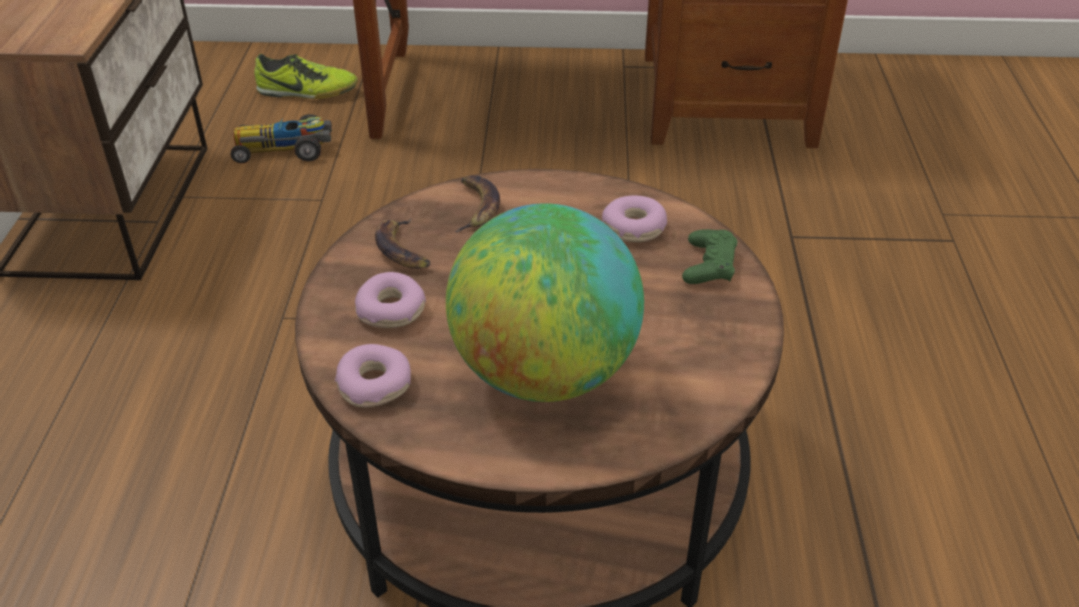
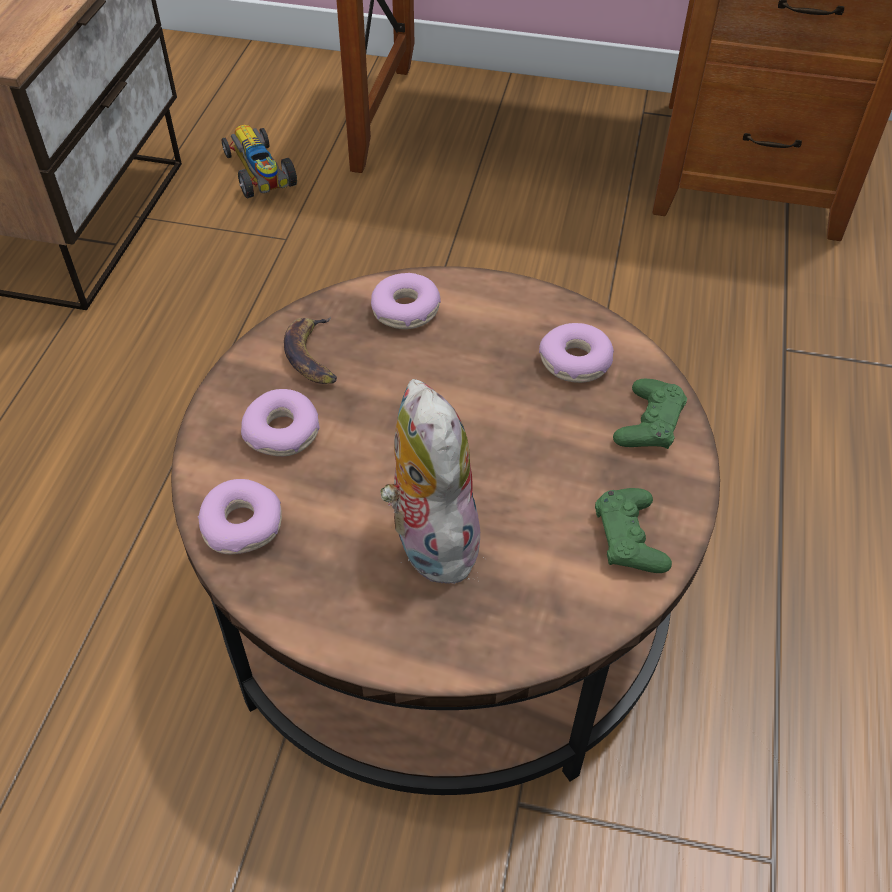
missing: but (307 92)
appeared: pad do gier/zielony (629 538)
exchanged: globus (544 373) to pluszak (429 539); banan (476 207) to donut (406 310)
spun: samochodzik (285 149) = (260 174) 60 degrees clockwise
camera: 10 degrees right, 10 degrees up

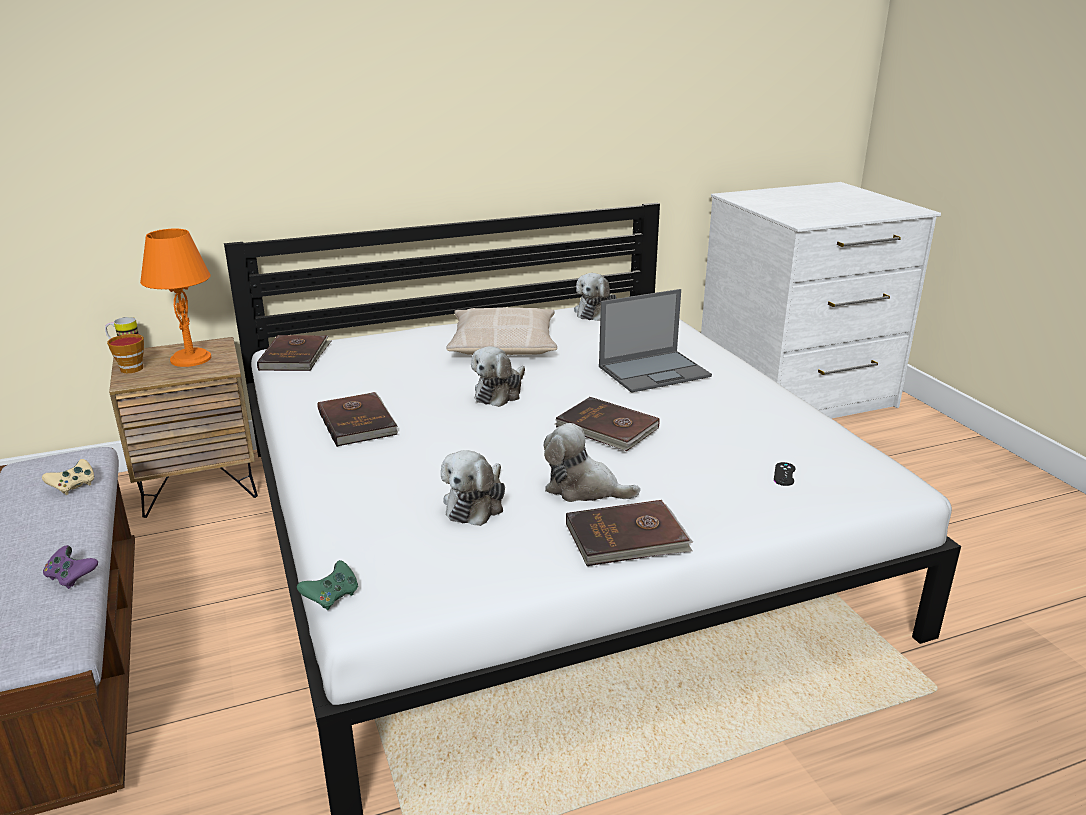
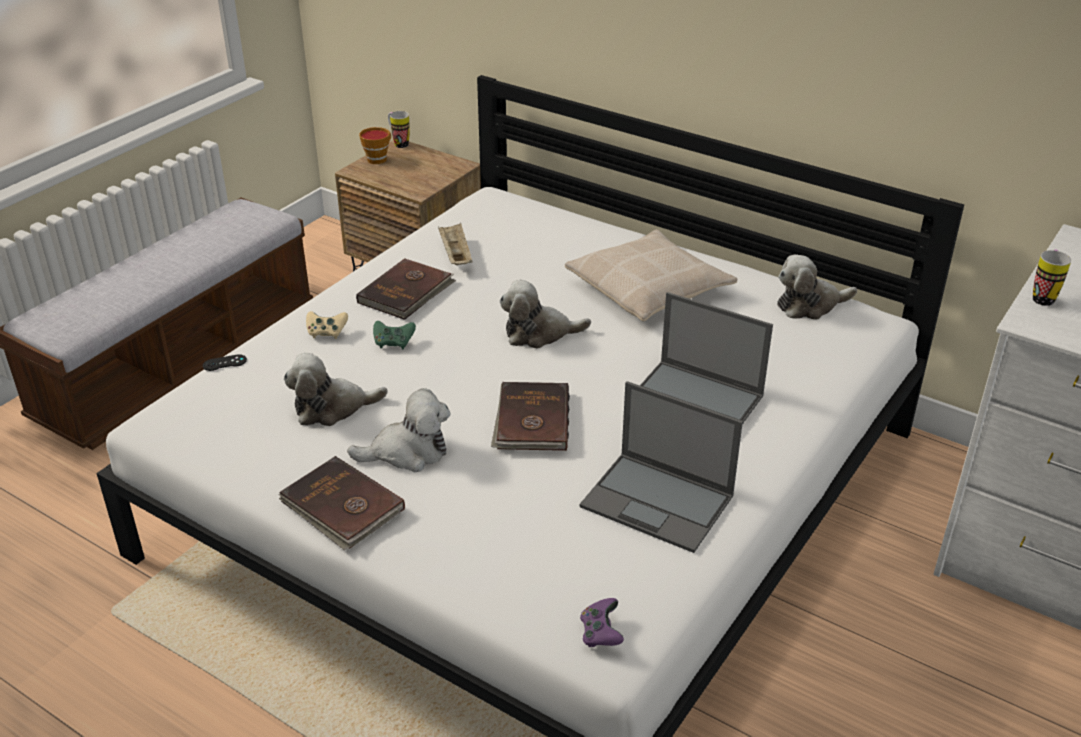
missing: lampa stołowa/pomarańczowy (190 359); książka/brązowy (295 356)
appeared: taca/beżowy (455 255); laptop (659 502); kubek (1043 296)
relocated: pad do gier/beżowy (73 486) to (326 333); pad do gier/fioletowy (71 577) to (600 634); pad do gier/zielony (331 597) to (393 343); pad do gier/czarny (784 474) to (224 363)
spun: pluszak (584 488) = (407 452) 90 degrees clockwise
camera: 55 degrees right, 10 degrees up

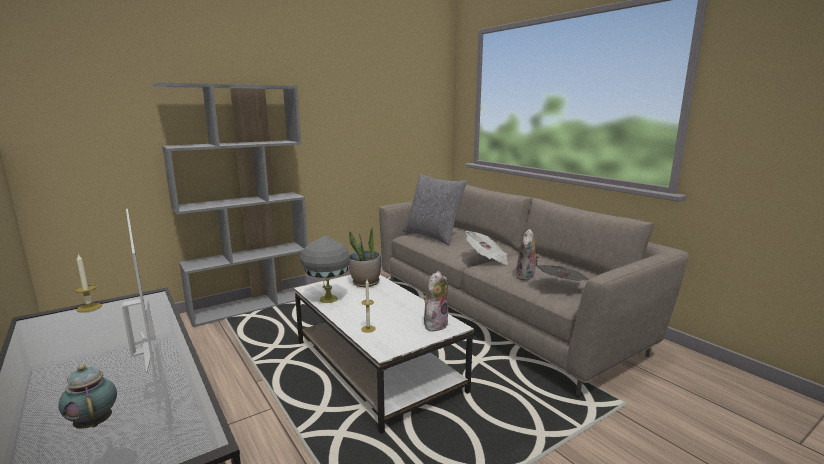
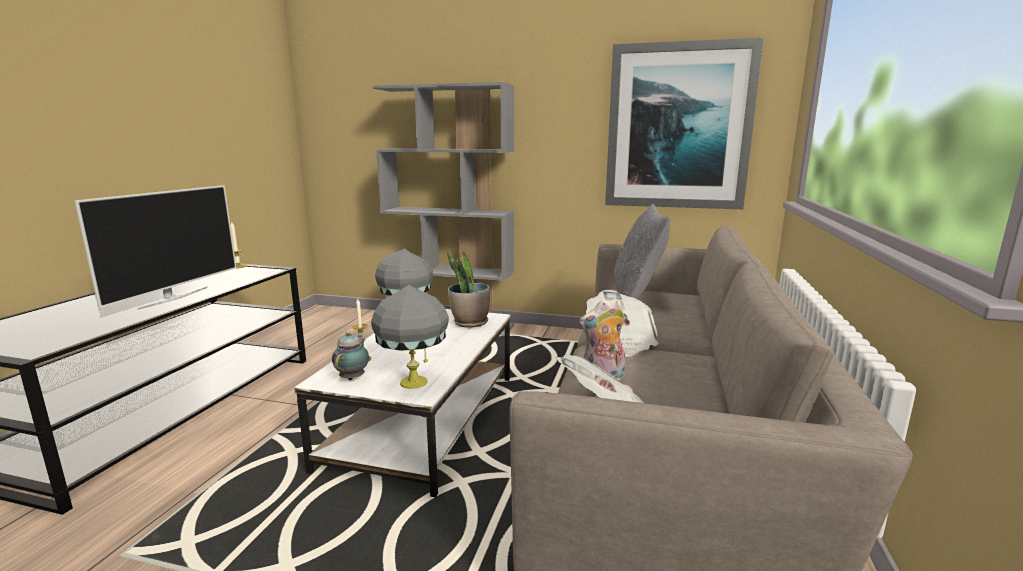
appeared: obraz (678 127)
relocated: imbryk (94 422) to (353 377)
exchanged: pluszak (435 324) to lampa stołowa/szary (413 383)
camera: 50 degrees right, 0 degrees up

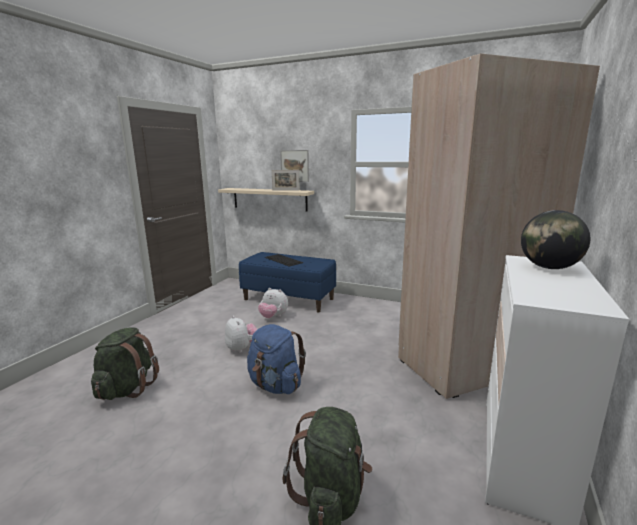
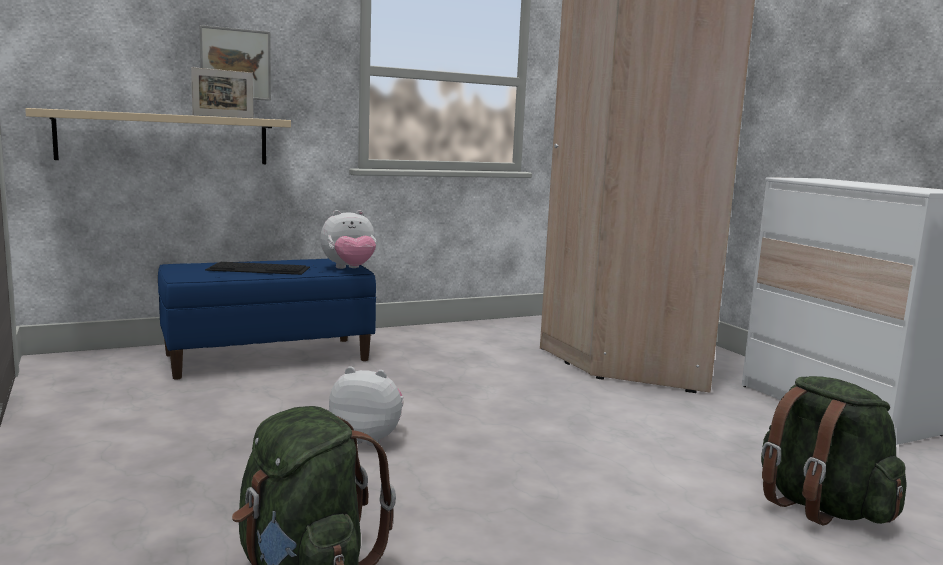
missing: plecak/niebieski (275 385); globus (549 267)
relocated: pluszak (273 317) to (349 269)
camera: 50 degrees left, 5 degrees down

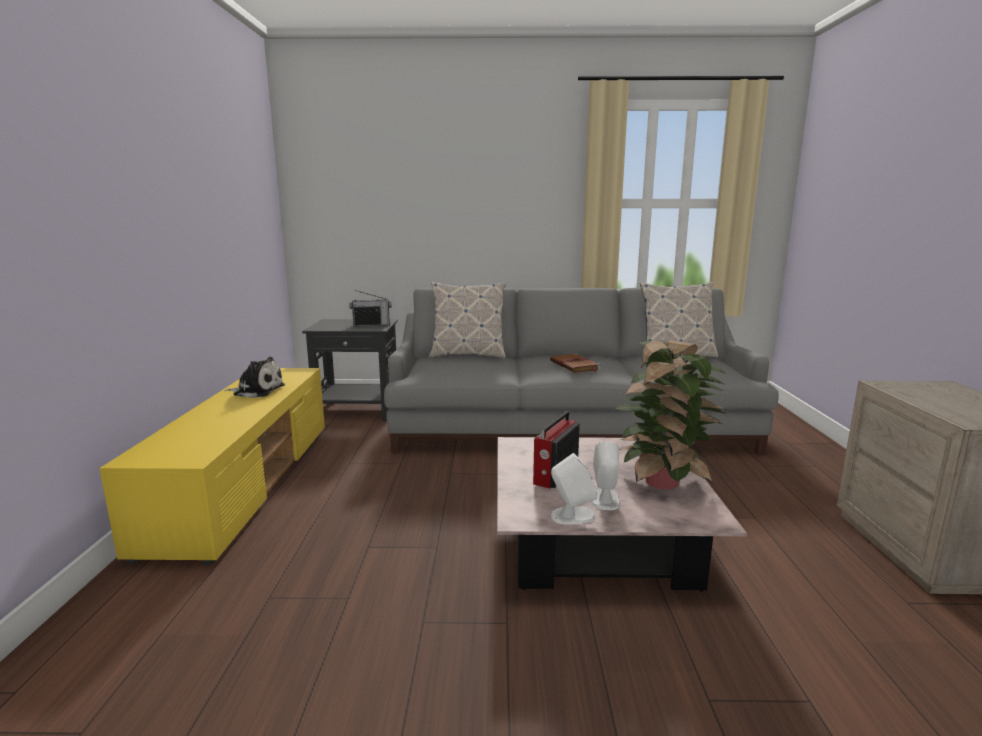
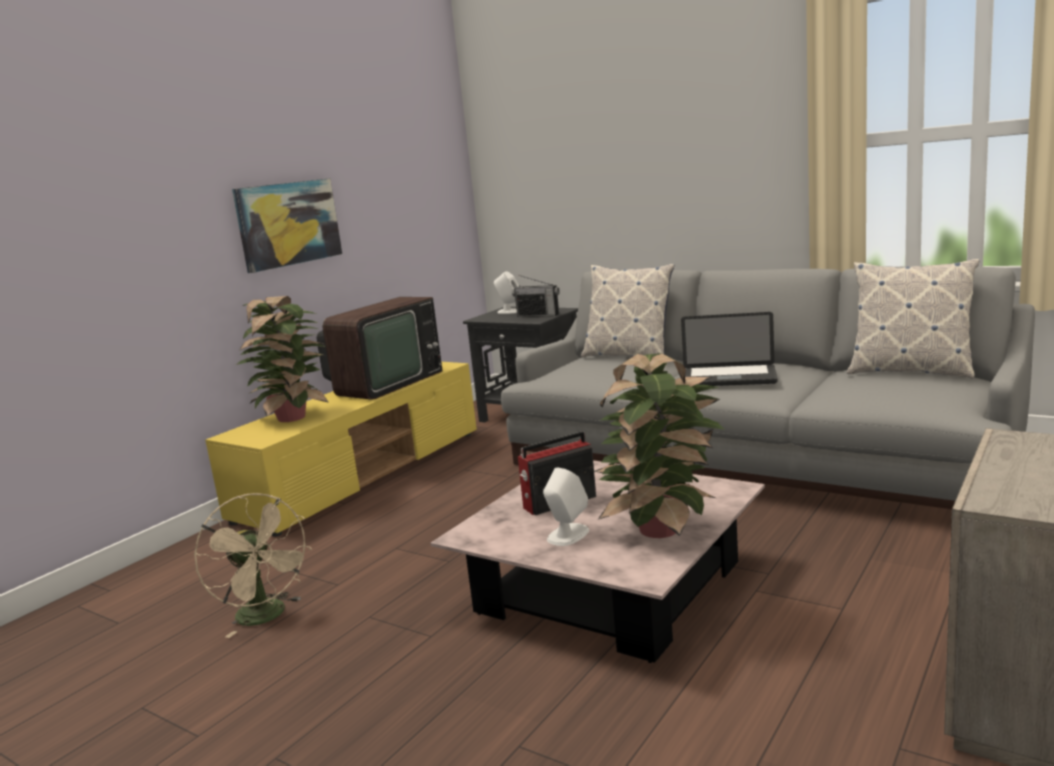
appeared: wentylator/beżowy (267 617); obraz (288 223); roślina doniczkowa (293 417)
relocated: głośnik/biały (572 516) to (509 311)
exchanged: pluszak (257 391) to telewizor (384 384); książka/brązowy (575 365) to laptop (729 378)
camera: 35 degrees right, 0 degrees up

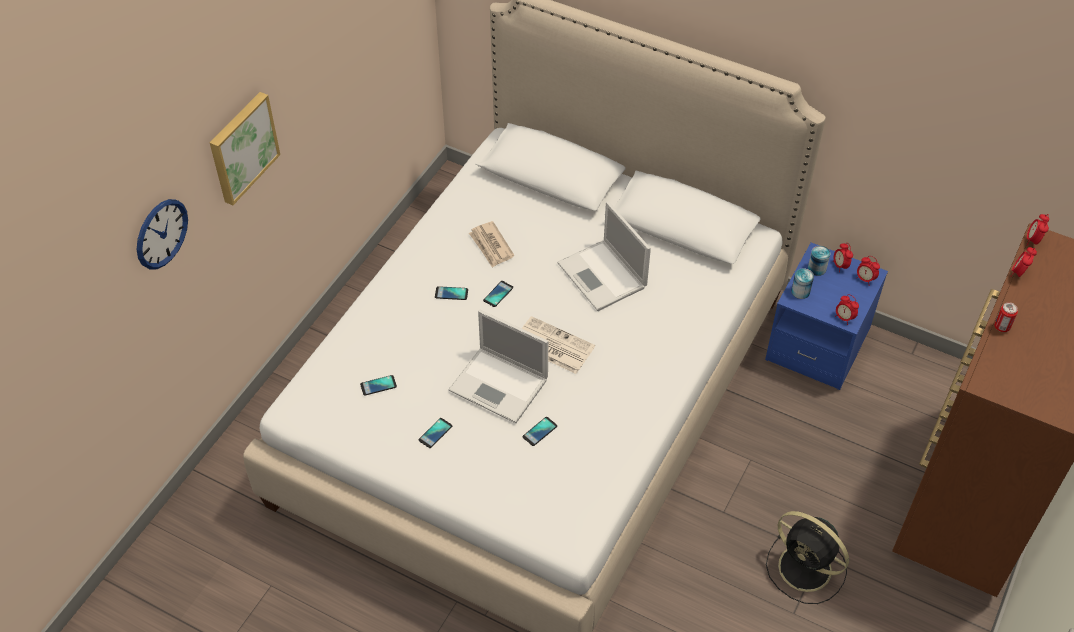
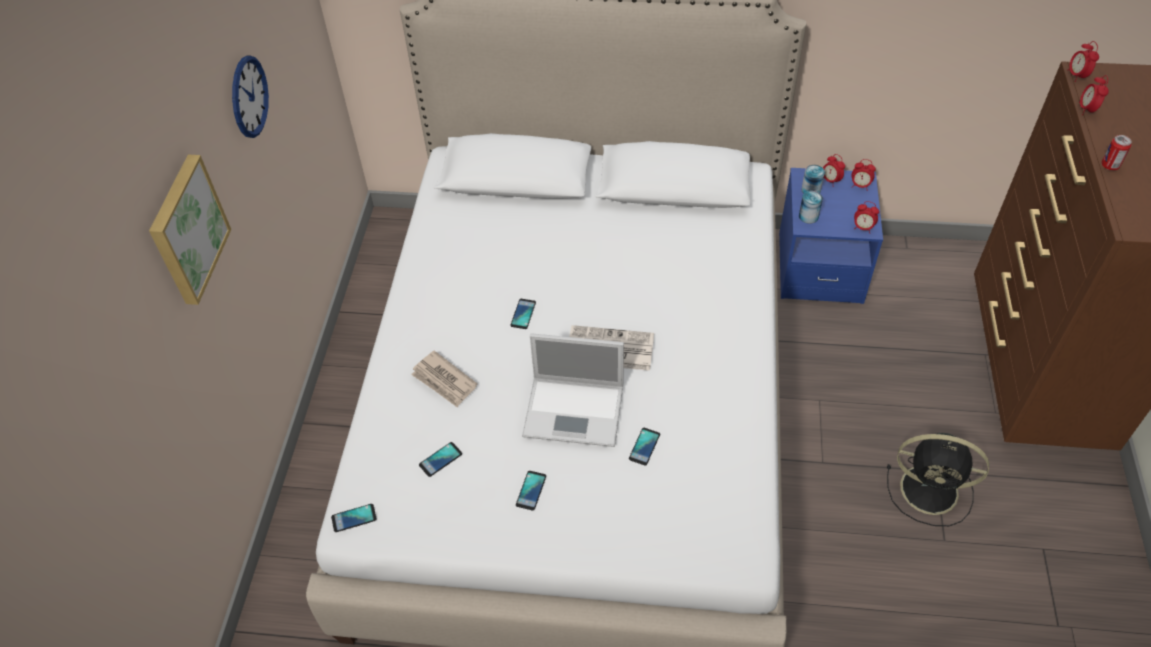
missing: laptop (603 276)
relocated: zegar ścienny (161 234) to (249 97); telefon (451 293) to (354 518); gazeta (491 246) to (444 381)
camera: 20 degrees left, 0 degrees up

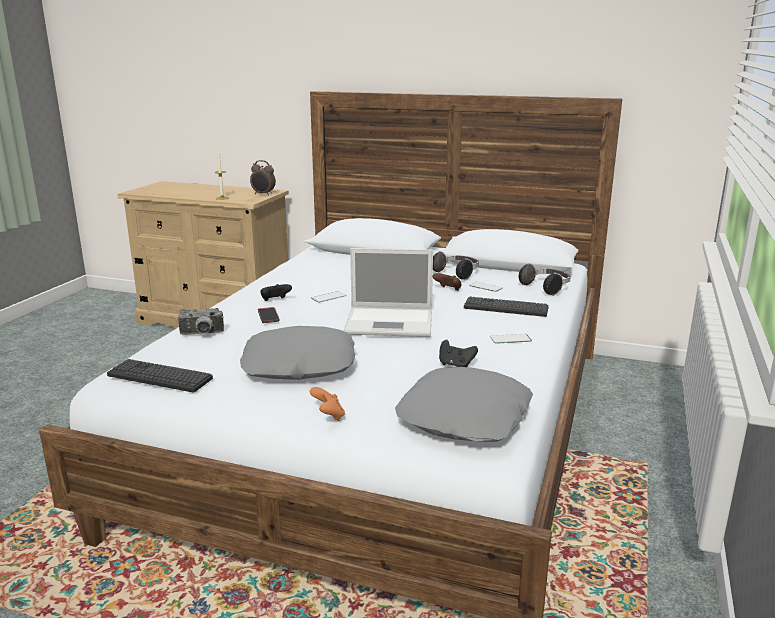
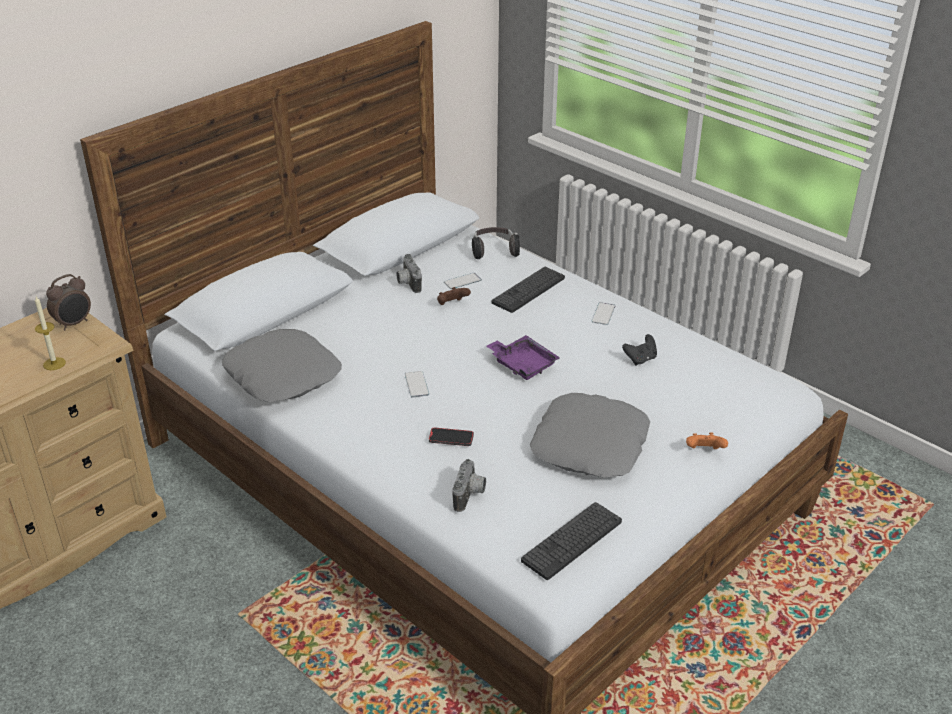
missing: pad do gier/czarny (275 301)
relocated: poduszka/szary (465 417) to (283 375)
exchanged: laptop (391 322) to taca/fioletowy (523 364); słuchawki (457 274) to aparat fotograficzny (407 283)
camera: 65 degrees left, 15 degrees up

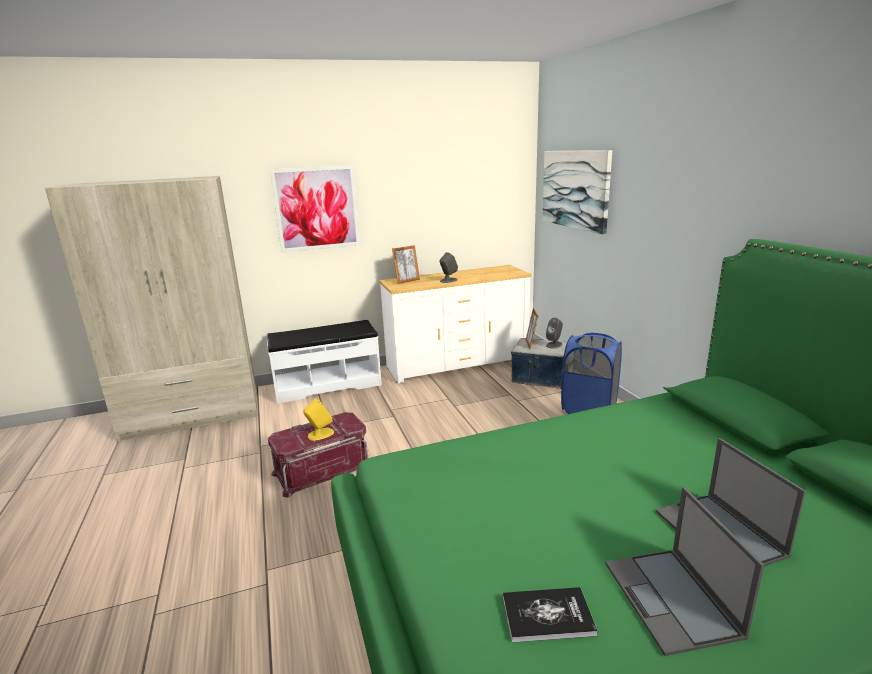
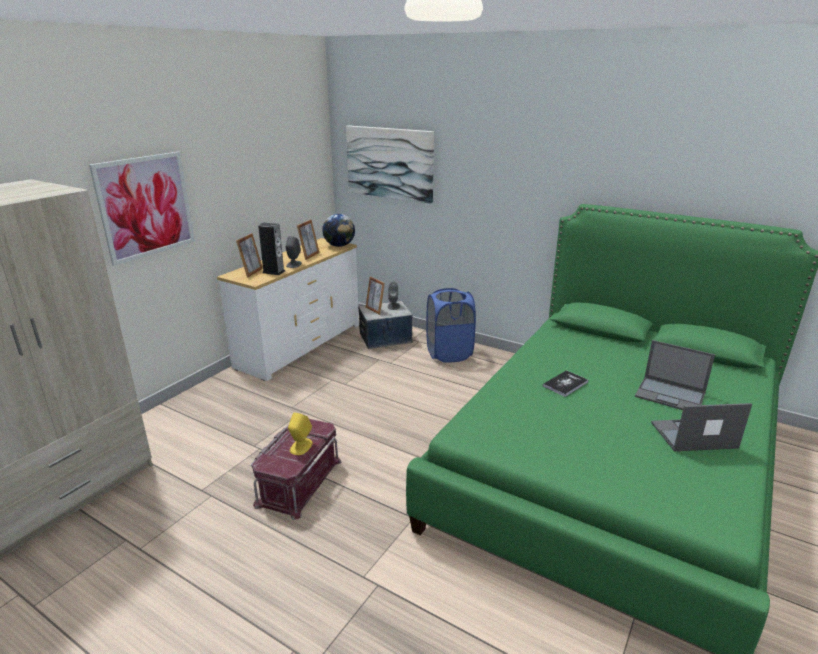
missing: ławka/biały (327 385)
appeared: głośnik (273 272); ramka na zdjęcie (309 255); globus (339 246)
relocated: książka (547 615) to (565 384)
spun: laptop (672 600) = (692 435) 135 degrees clockwise
camera: 40 degrees left, 5 degrees up

